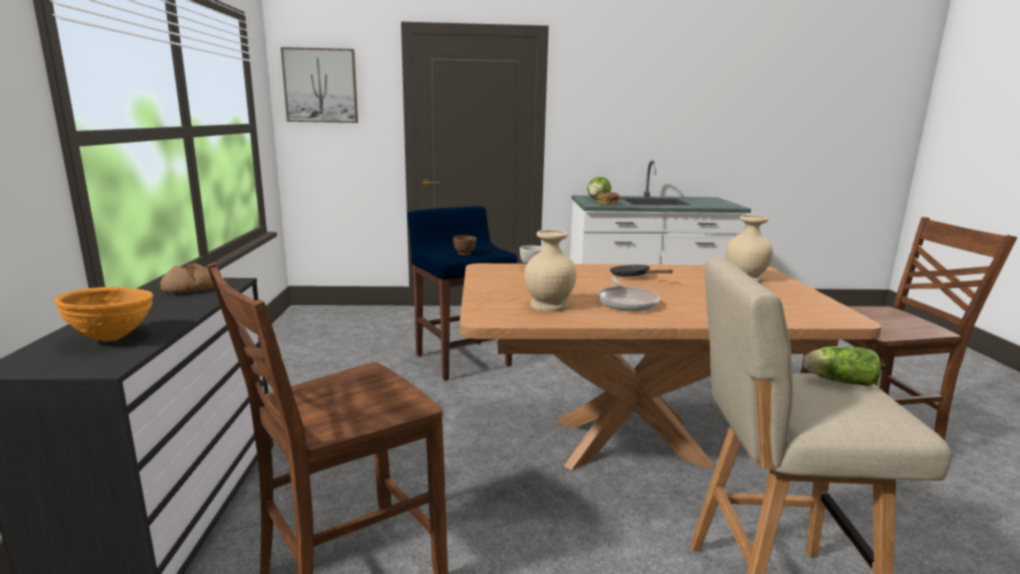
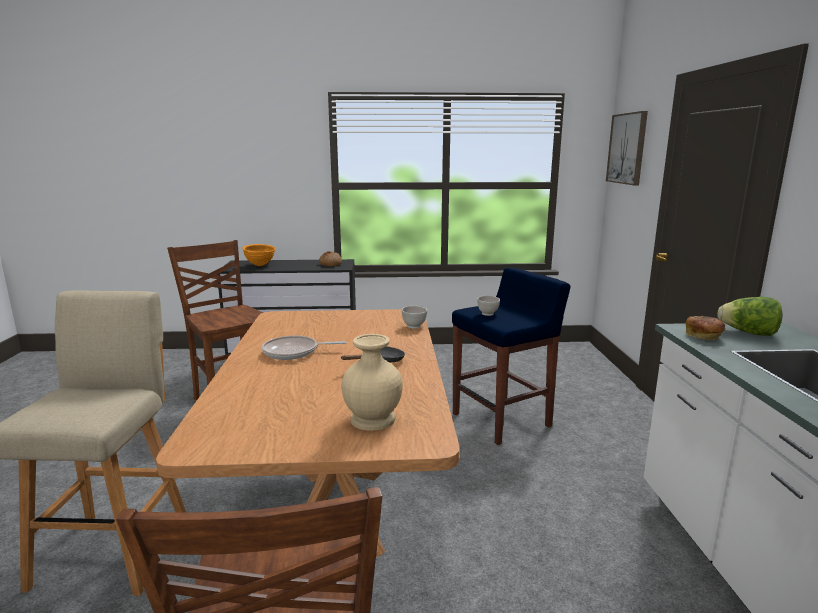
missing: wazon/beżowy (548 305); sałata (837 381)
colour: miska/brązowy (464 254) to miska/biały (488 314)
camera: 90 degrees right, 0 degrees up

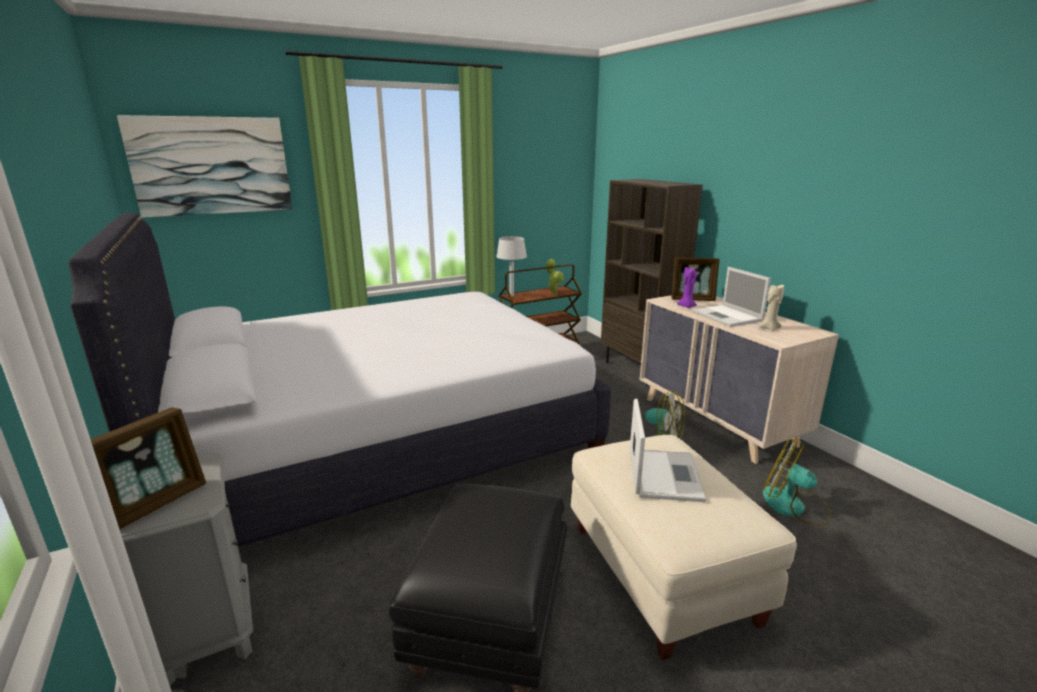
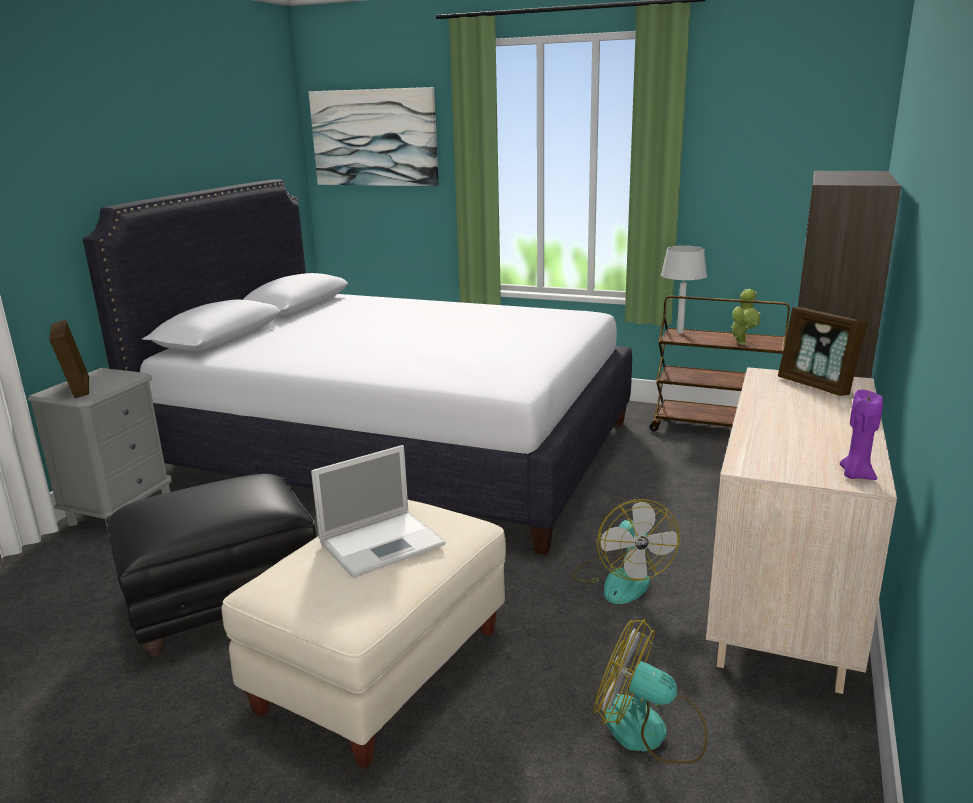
missing: laptop (728 316); świeca/beżowy (769 328)
relocated: świeca/fioletowy (686 306) to (855 475)
spun: ramka na zdjęcie (157 503) = (77 388) 105 degrees counterclockwise; wentylator (793 507) = (650 730) 60 degrees counterclockwise
camera: 50 degrees right, 0 degrees up

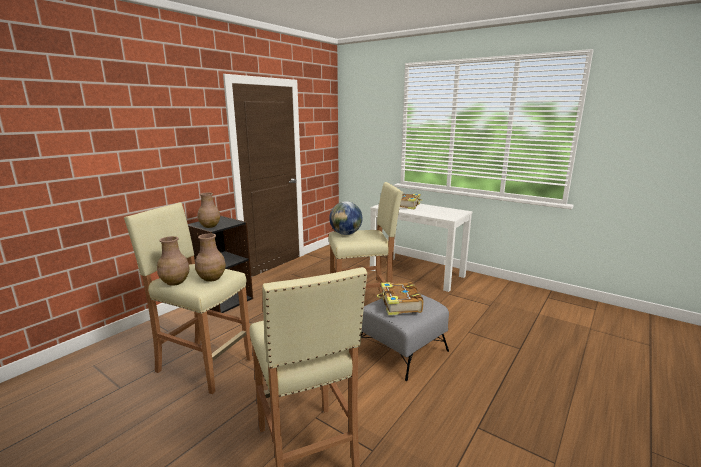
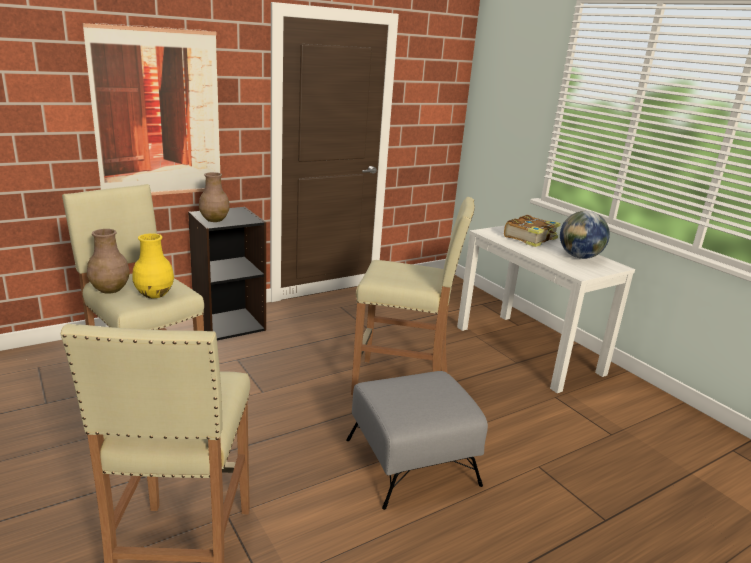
missing: książka (399 305)
appeared: obraz (158 114)
relocated: globus (346 234) to (579 257)
colour: wazon/brązowy (211 278) to wazon/żółty (154 294)
camera: 20 degrees right, 5 degrees up

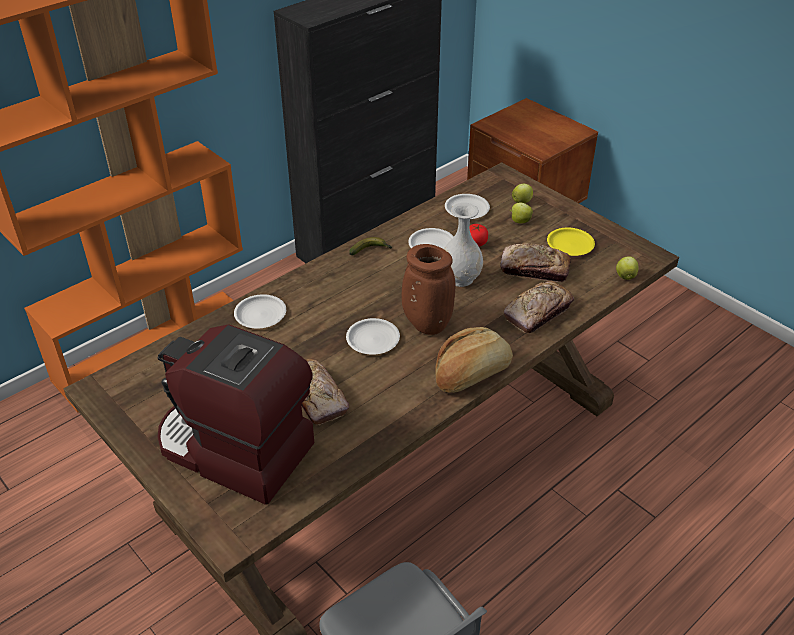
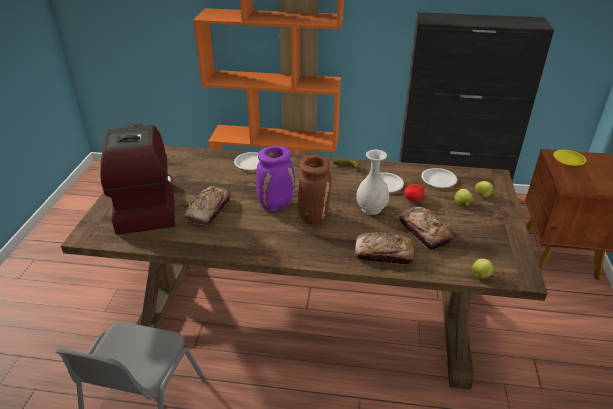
missing: chleb (472 374)
relocated: talerz/żółty (569 245) to (568 159)
exchanged: talerz/biały (372 339) to wazon/fioletowy (276 205)
camera: 50 degrees right, 5 degrees down

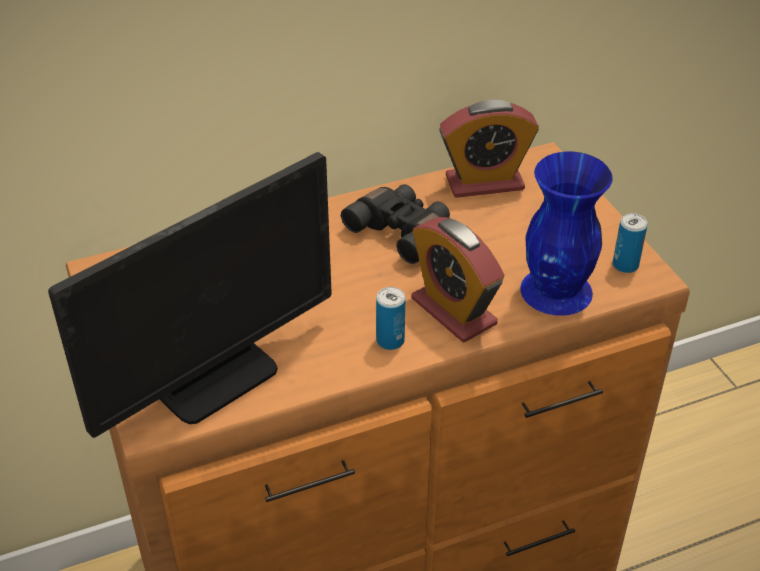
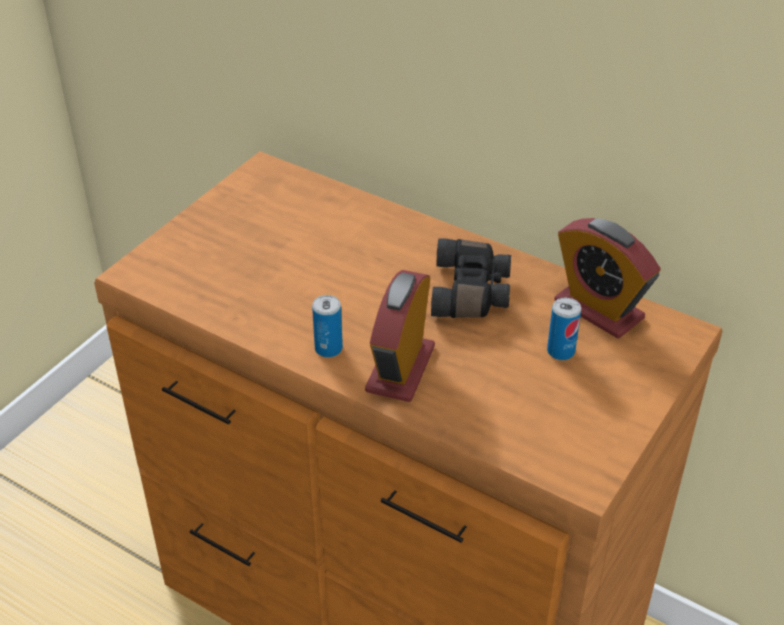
missing: monitor (215 378); wazon/niebieski (556 291)
relocated: puszka (625 265) to (560 351)
camera: 55 degrees right, 0 degrees up

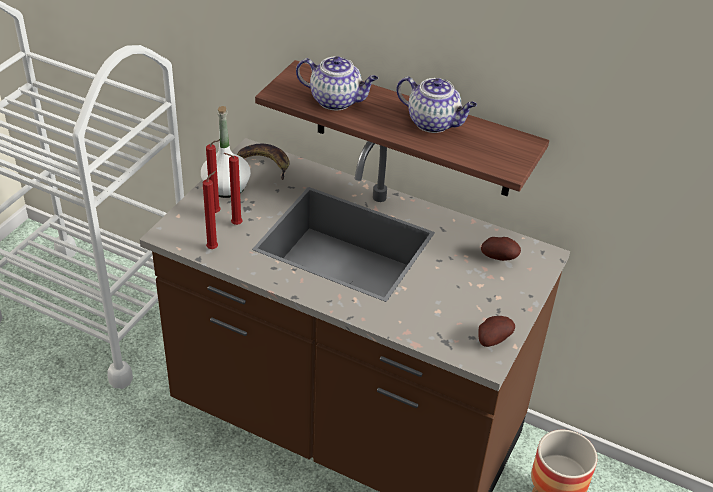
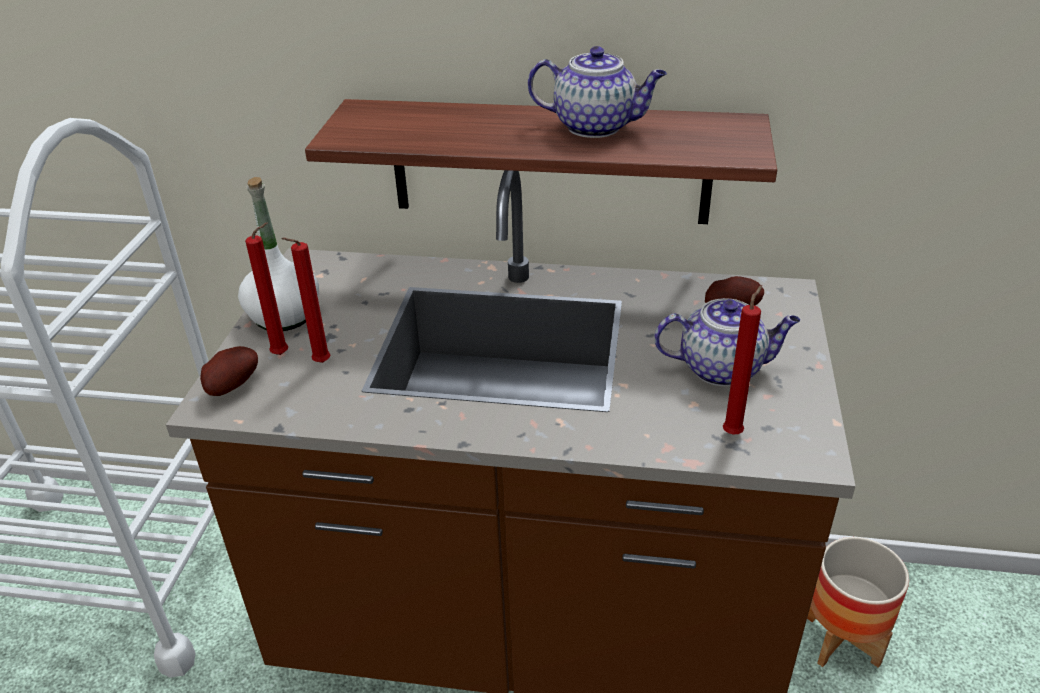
missing: banan (265 163)
relocated: świeca/czerwony (214 248) to (734 432); imbryk (337 101) to (722 368); ziemniak (492 339) to (231 386)
camera: 15 degrees left, 5 degrees down

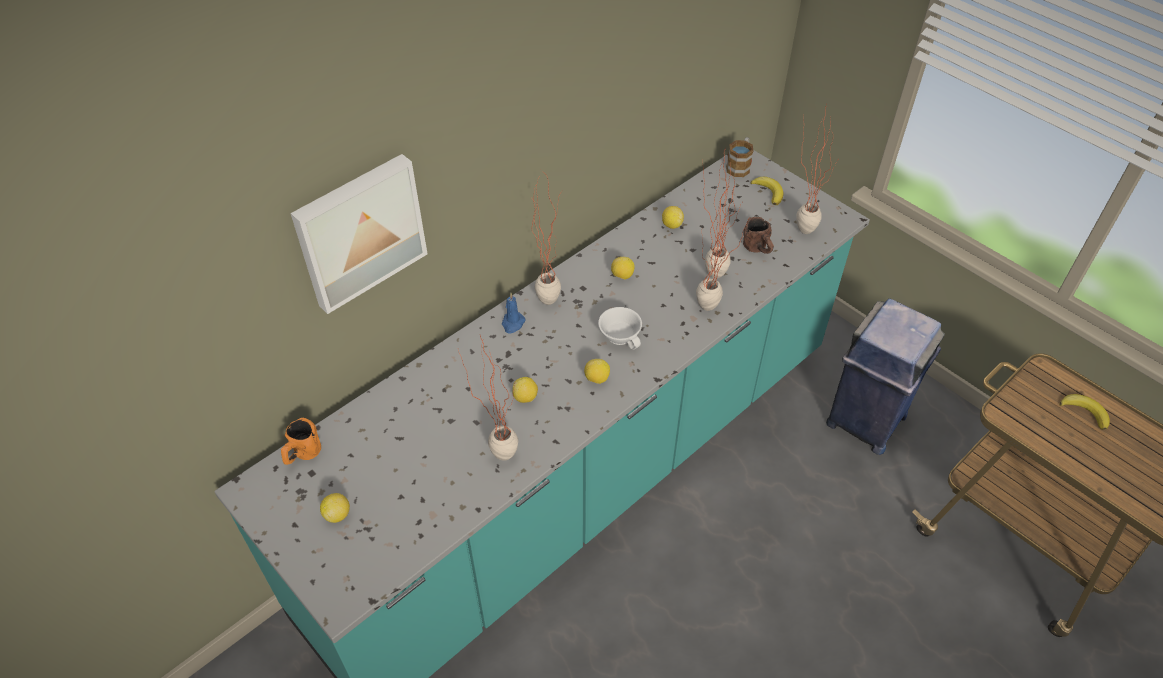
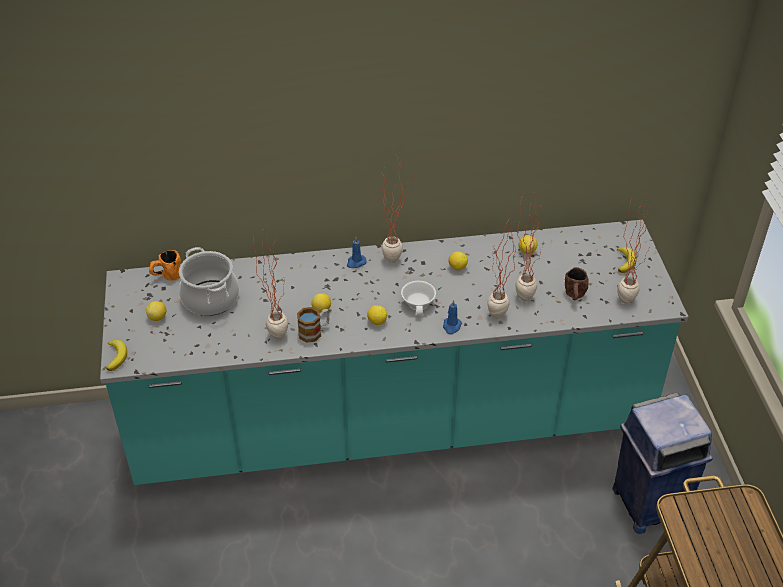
missing: obraz (359 231)
appeared: garnek (210 298); świeca/niebieski (451 326)
relocated: kubek (739 166) to (314 331); banan (1085 412) to (116 356)
camera: 35 degrees right, 5 degrees down

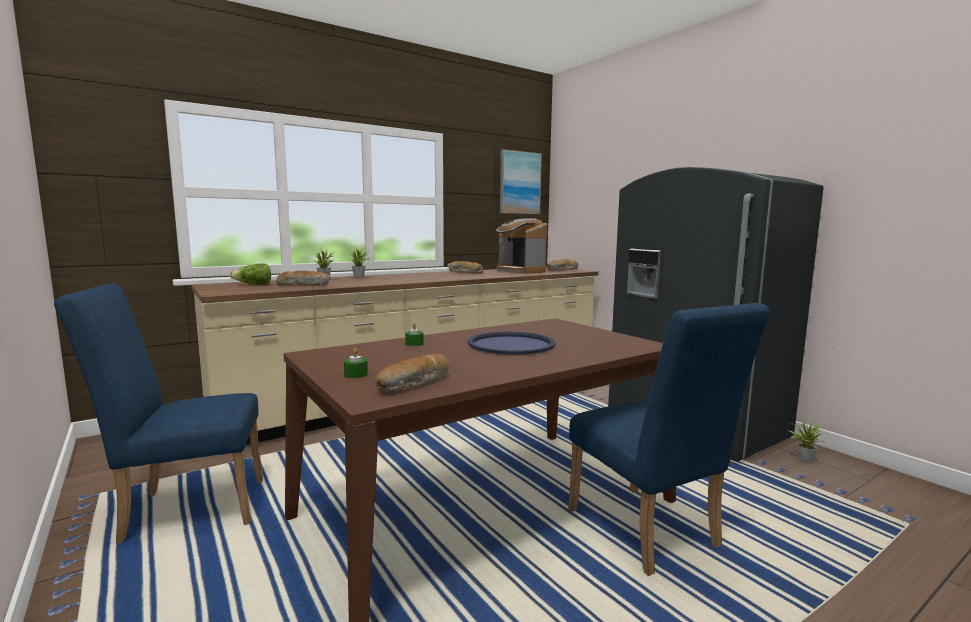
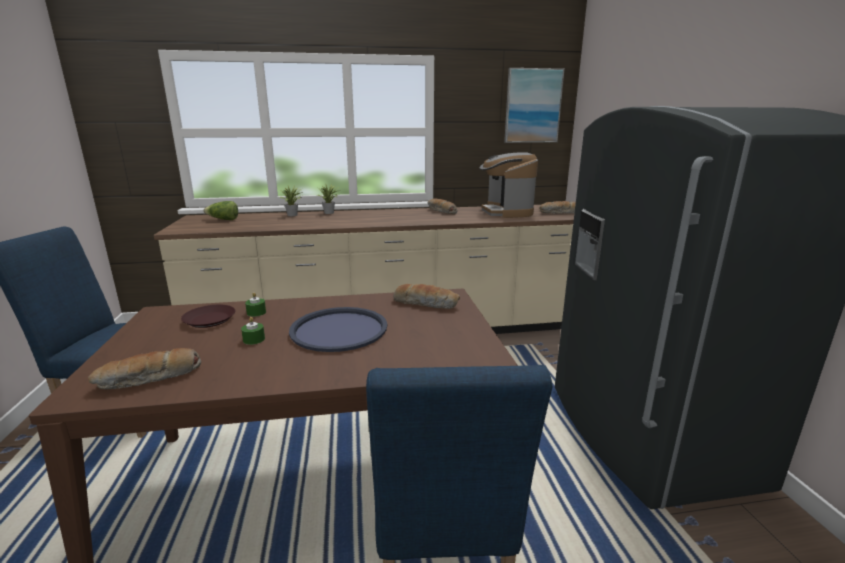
missing: roślina doniczkowa (803 458)
appeared: talerz/brązowy (209 320)
relocated: chleb (304 285) to (426 303); świeca/zielony (356 375) to (254 339)
camera: 25 degrees right, 10 degrees up

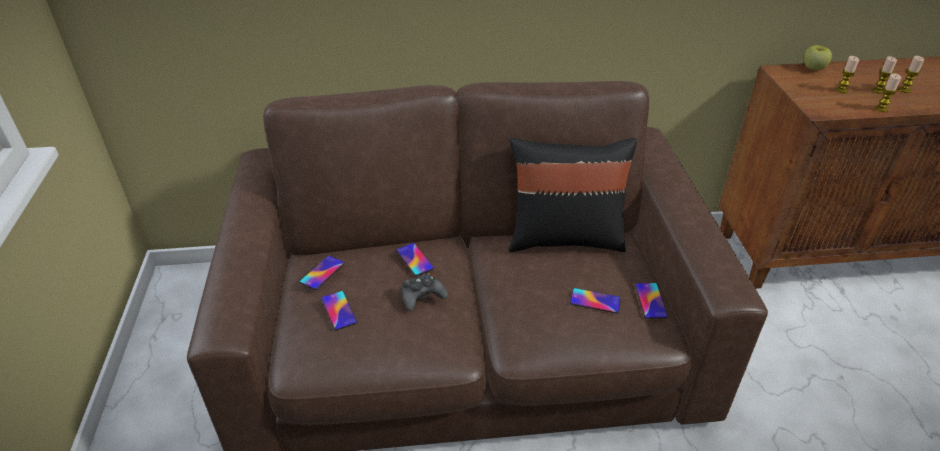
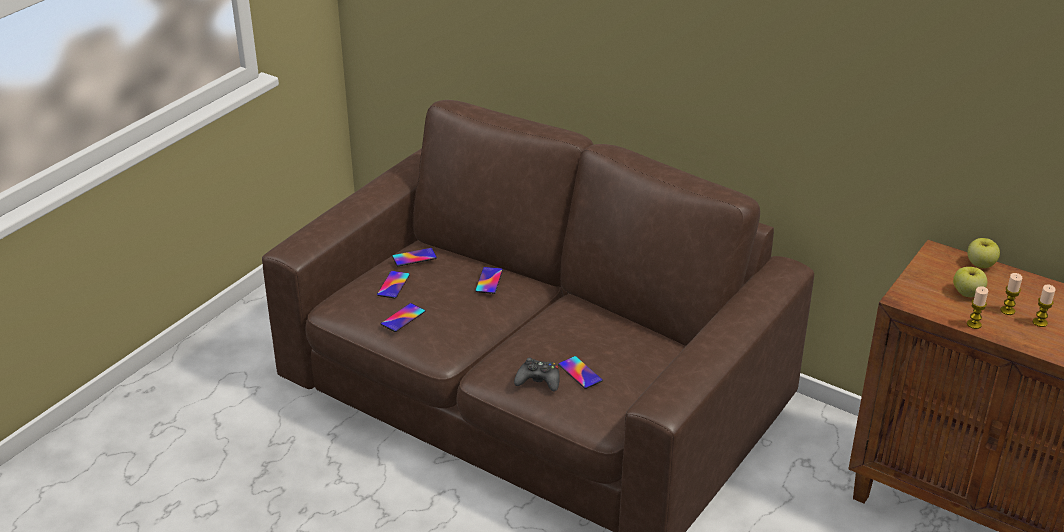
missing: poduszka/czarny (565 238)
relocated: pad do gier/czarny (422 296) to (538 380); telefon (650 301) to (403 318)
exchanged: świeca (841 90) to jabłko (967 293)
camera: 40 degrees right, 5 degrees down

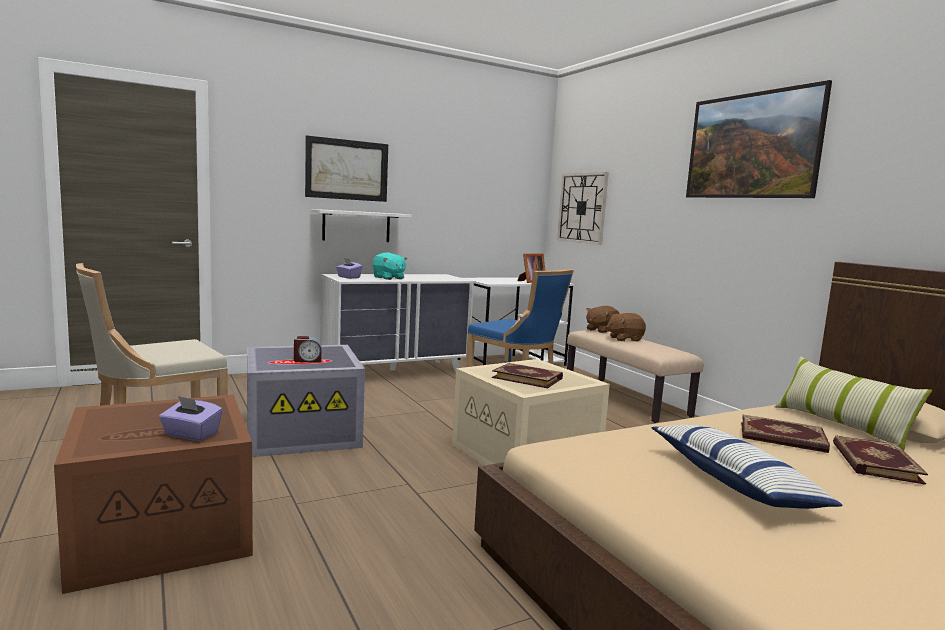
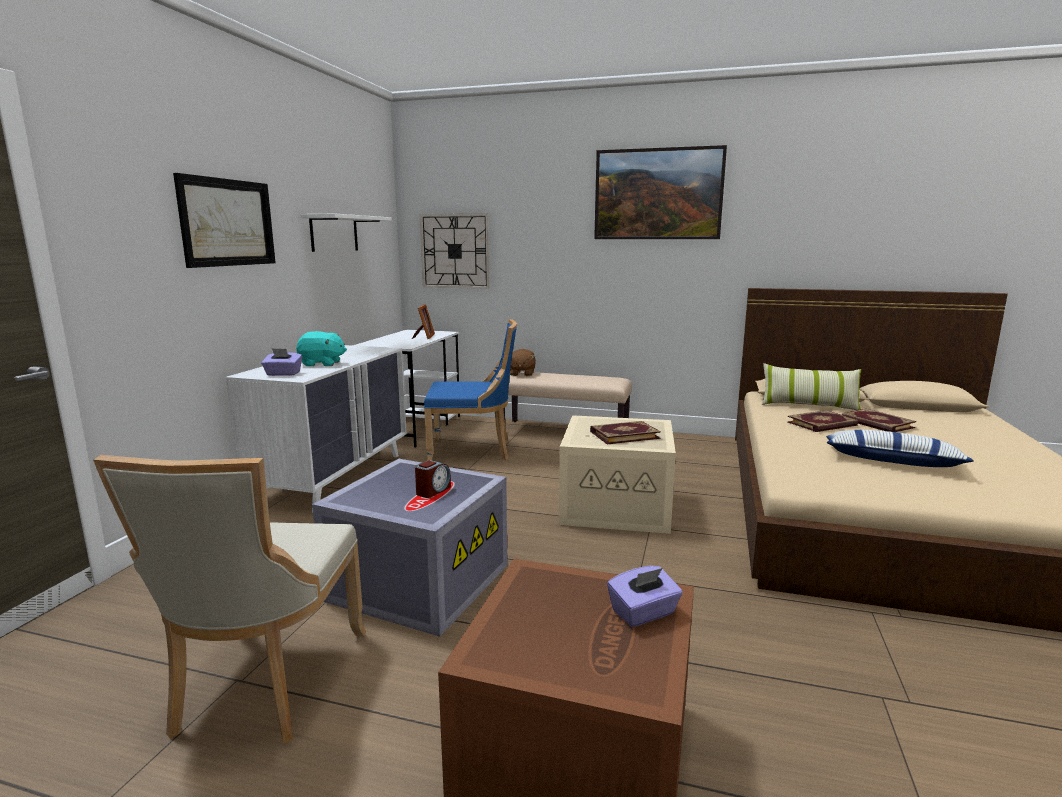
missing: pluszak/brązowy (624 339)
relocated: półka/biały (356 226) to (334 233)
camera: 45 degrees left, 5 degrees up

